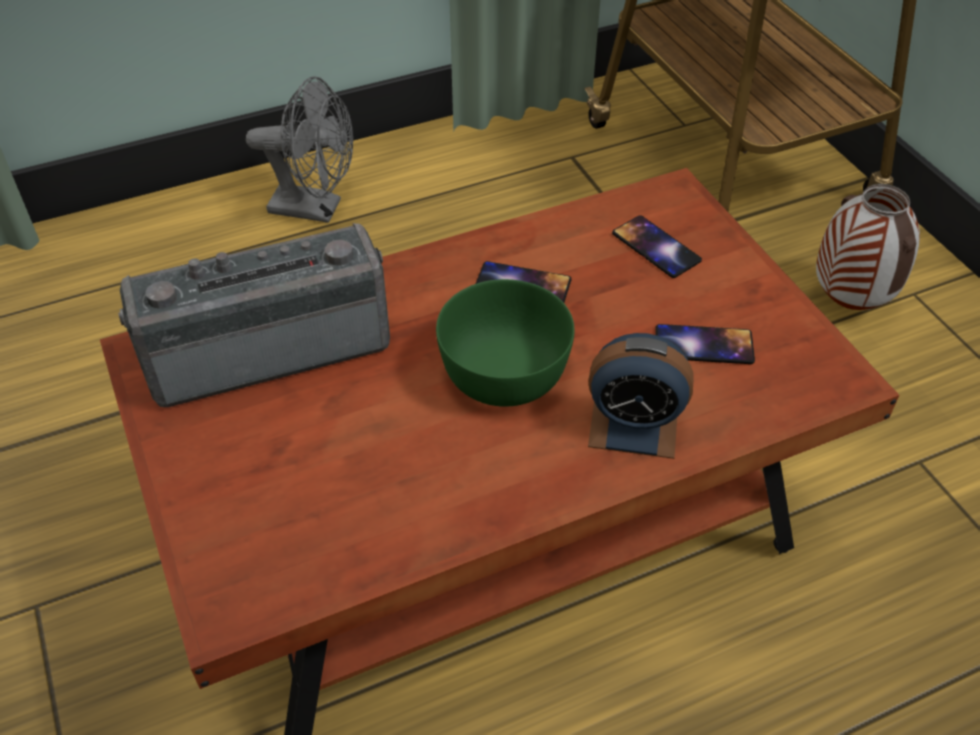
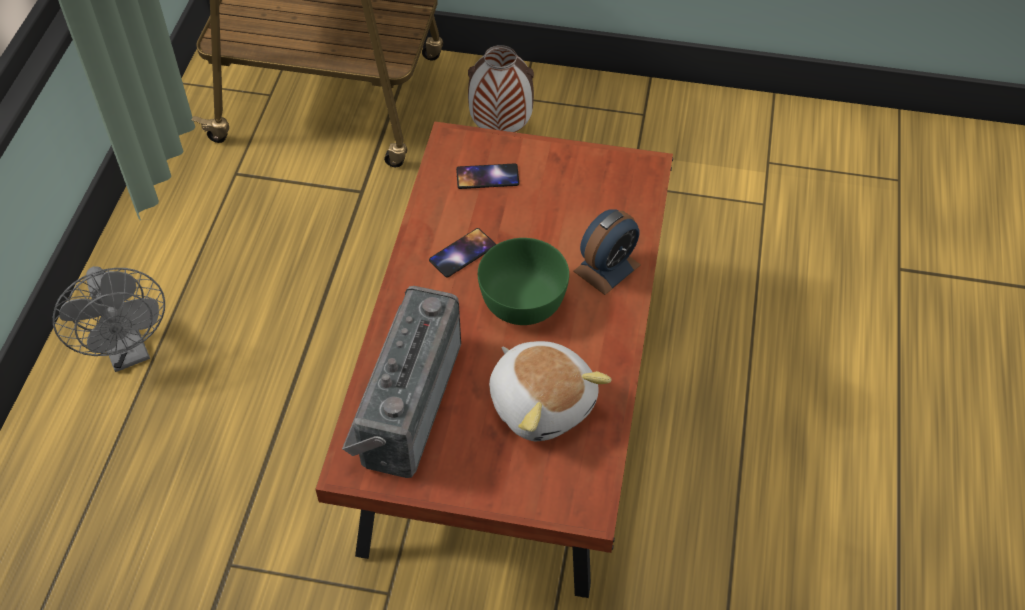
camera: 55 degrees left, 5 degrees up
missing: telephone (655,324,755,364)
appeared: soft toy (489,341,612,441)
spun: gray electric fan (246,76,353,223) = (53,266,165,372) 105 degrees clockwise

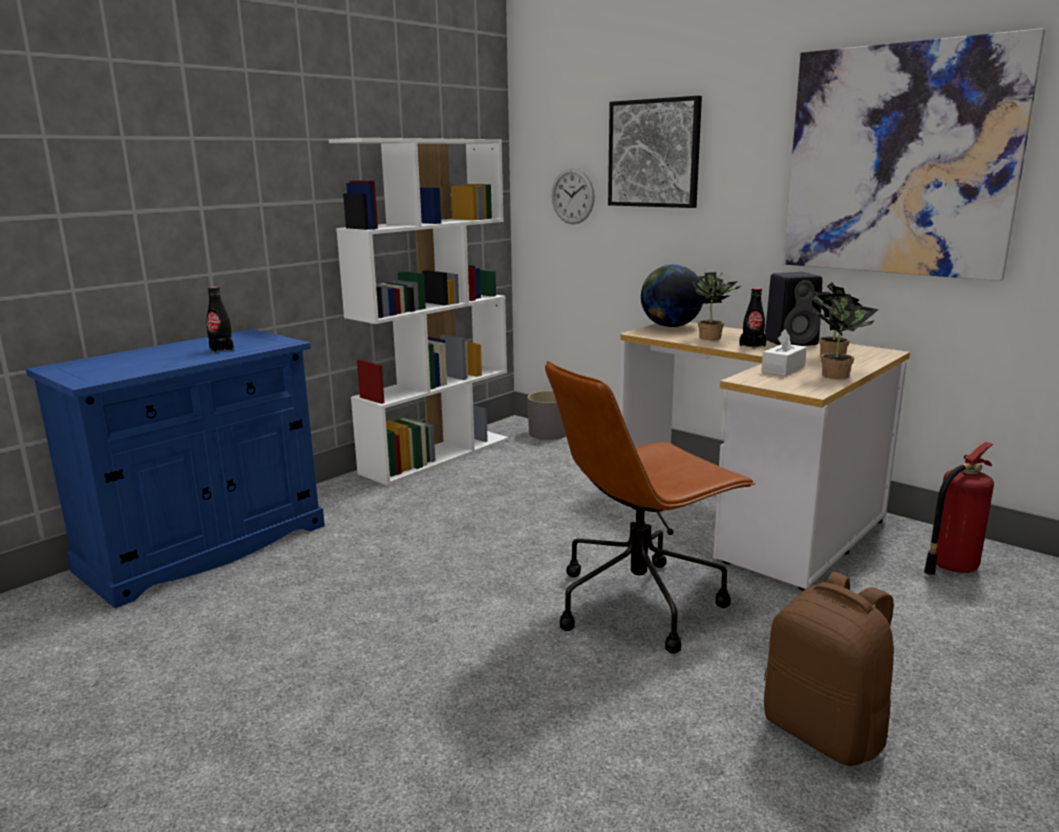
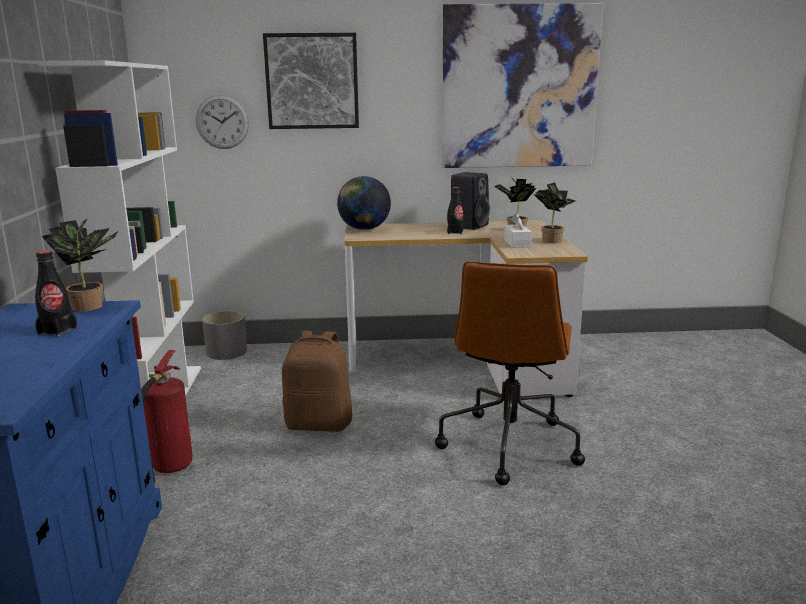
camera: 45 degrees left, 0 degrees up
relocated: houseplant (692,272,742,340) to (42,219,118,312); fire extinguisher (924,442,994,575) to (141,350,193,483); brown-coloured rucksack (764,572,894,766) to (282,331,352,432)

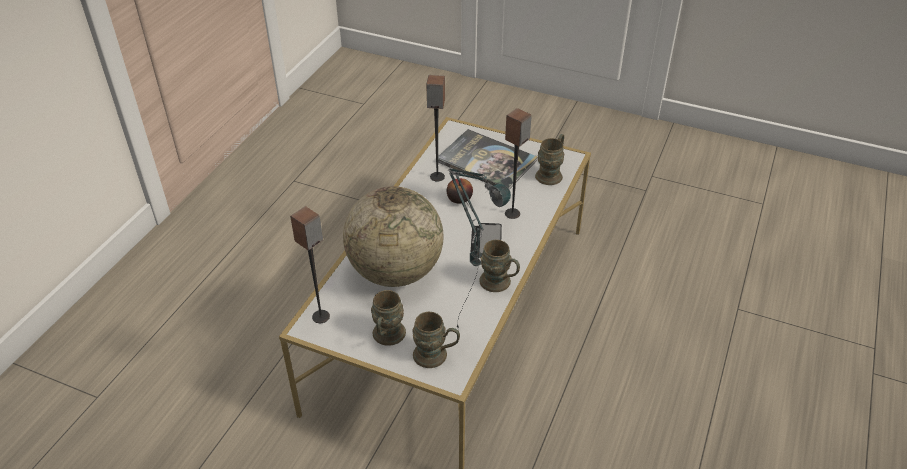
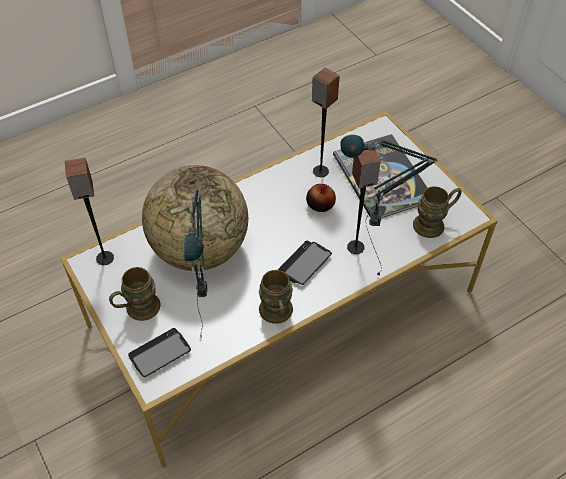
camera: 35 degrees right, 10 degrees up
appeared: tabletop lamp (340,135,438,276)
exchanged: brown-coloured coffee mug (412,312,460,368) to telephone (128,328,191,377)

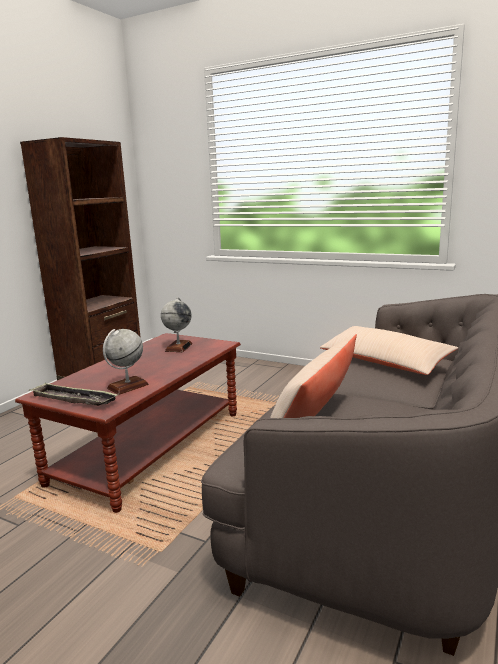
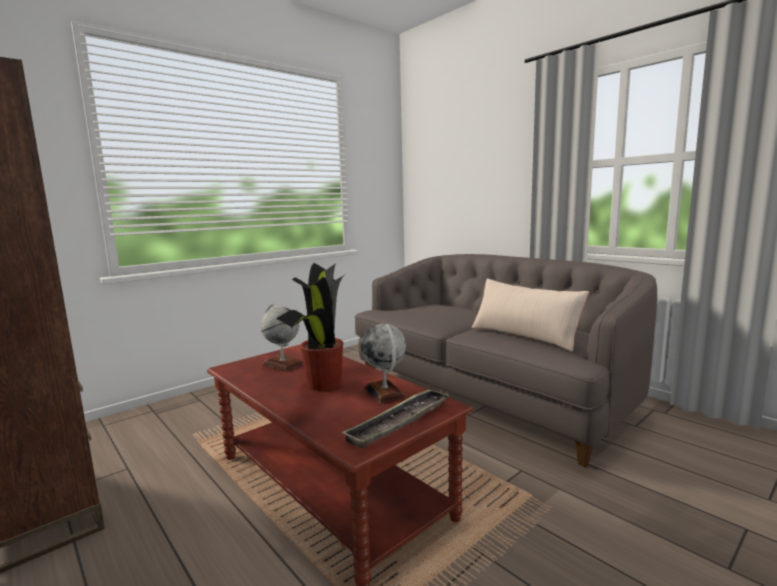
camera: 70 degrees left, 5 degrees down
missing: beige cushion (320,326,458,375)
appeared: houseplant (276,263,344,391)

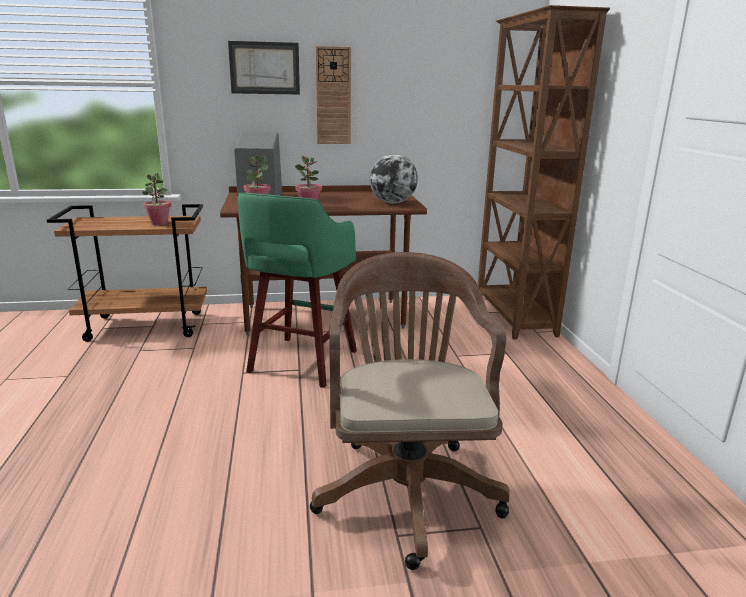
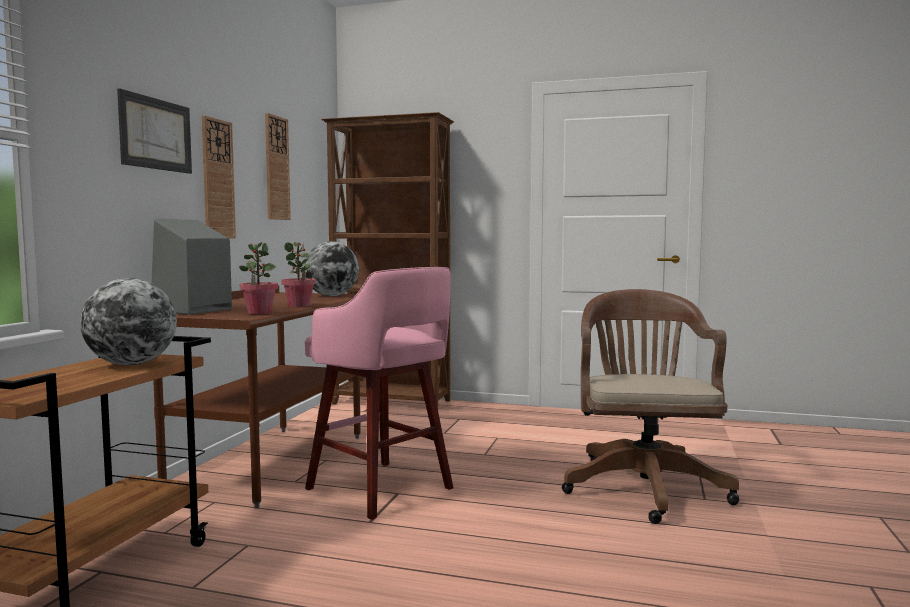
camera: 65 degrees left, 15 degrees down
appeared: wall clock (265,113,291,220)
exchanged: houseplant (142,173,171,225) to globe (80,278,177,365)
colour: green stool (238,193,357,388) to pinkish stool (305,267,453,520)
spun: brown-coloured office chair (310,252,510,570) = (562,289,739,524) 75 degrees clockwise

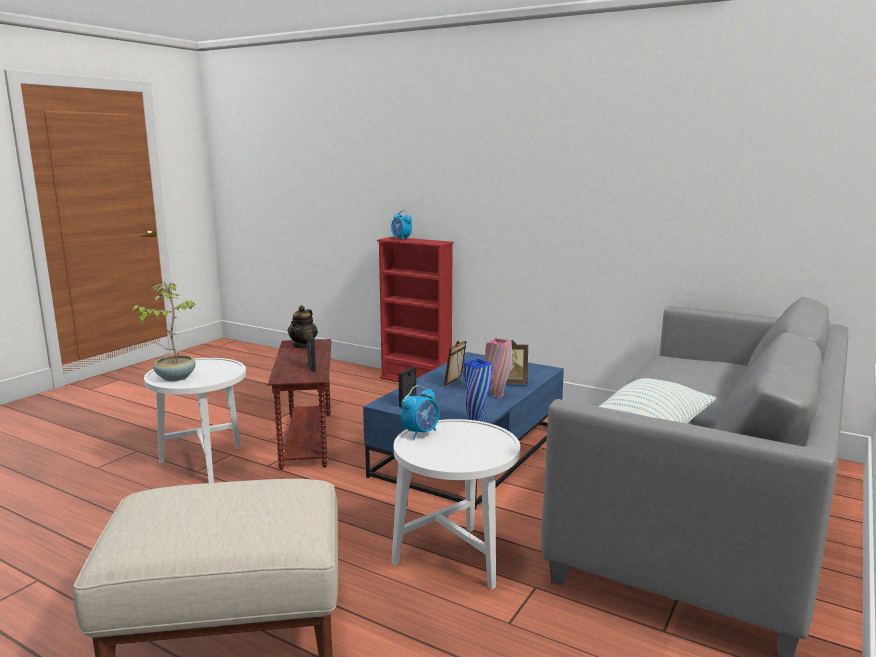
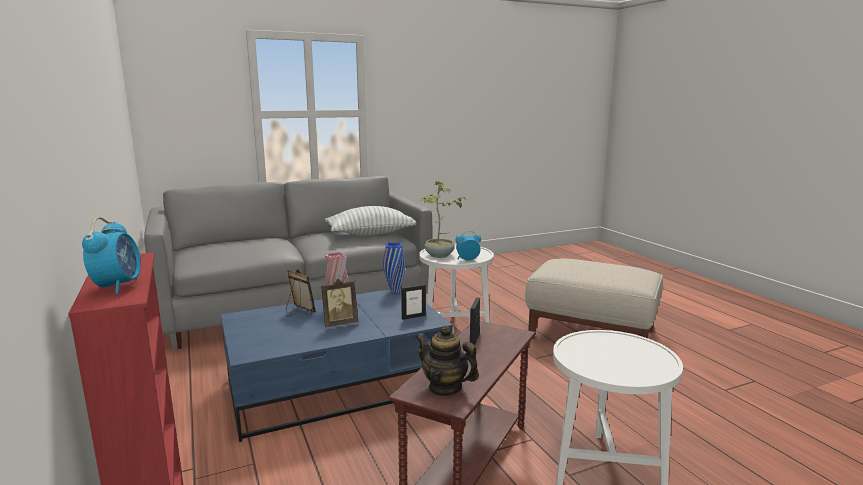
camera: 145 degrees left, 0 degrees up
relocated: houseplant (132,281,196,381) to (421,180,464,258)
spun: tea pot (288,305,318,349) = (415,325,479,397) 105 degrees counterclockwise

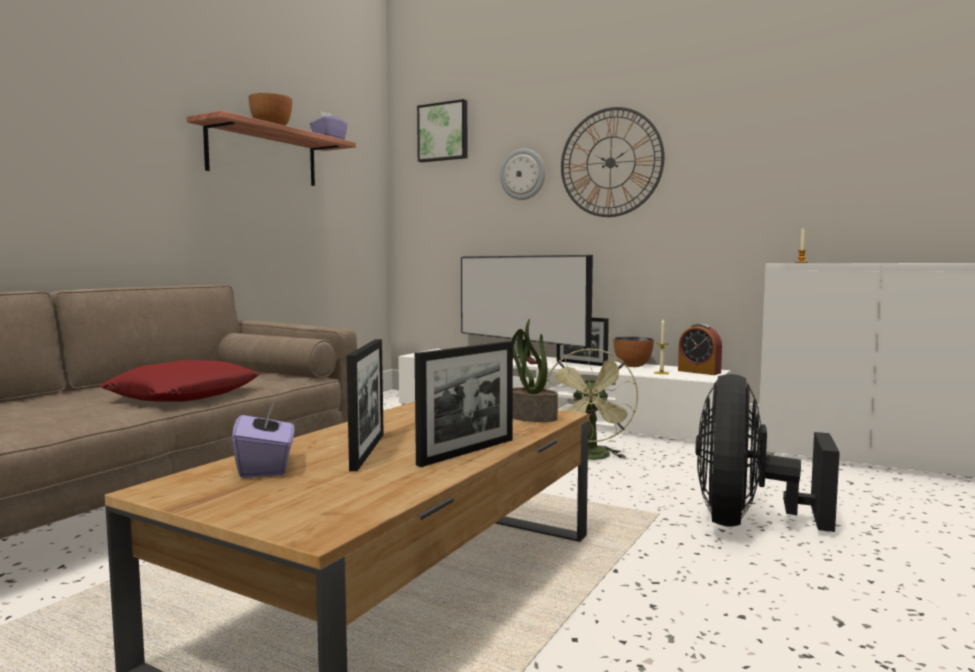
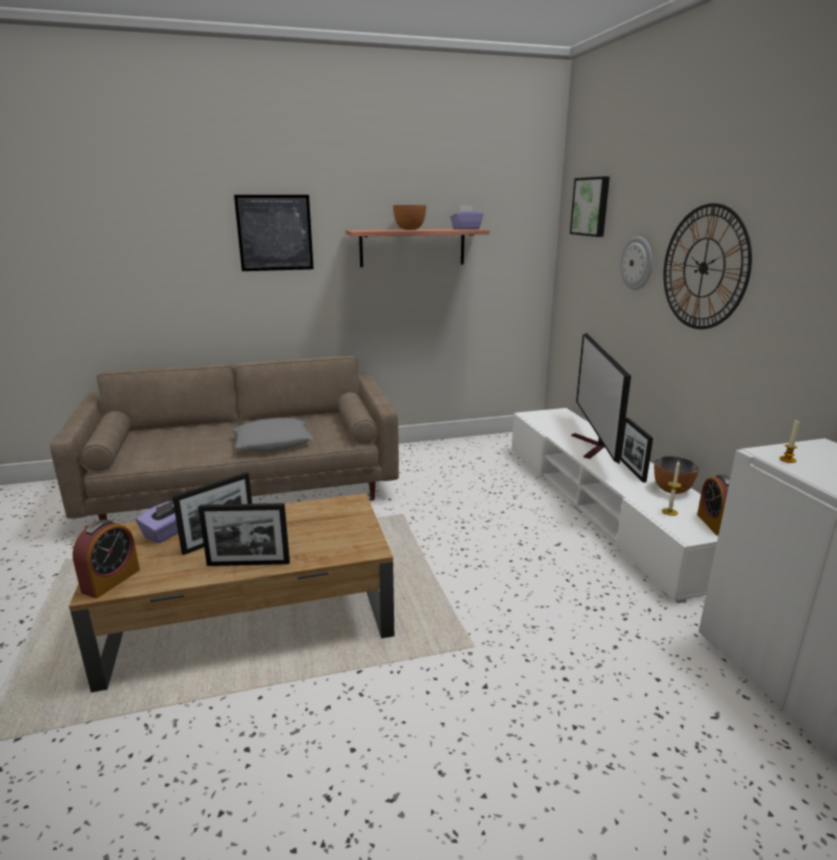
camera: 45 degrees right, 15 degrees up
missing: houseplant (511,318,558,422); green electric fan (545,348,638,460); black-coloured electric fan (696,374,840,532)
appeared: alarm clock (72,519,140,598); wall picture (234,195,314,271)
colour: reddish cushion (99,360,259,402) to gray cushion (232,418,313,451)

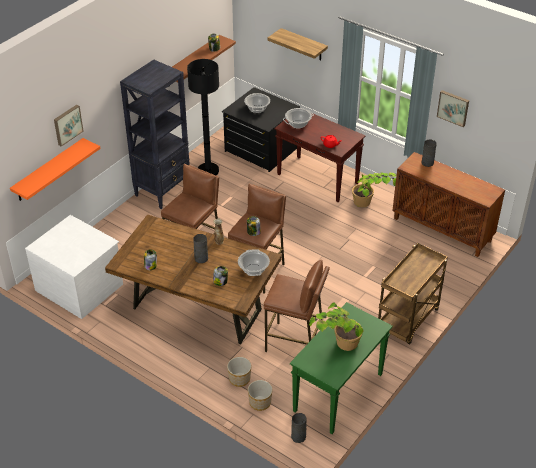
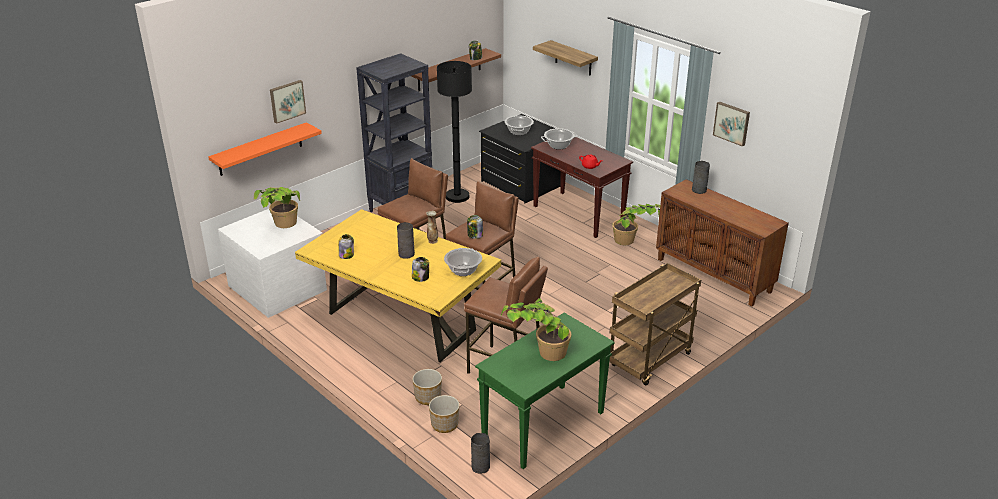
camera: 10 degrees right, 10 degrees down
appeared: houseplant (253,187,300,228)
colour: brown-coloured kitchen table (105,215,282,344) to yellowish kitchen table (295,209,501,362)

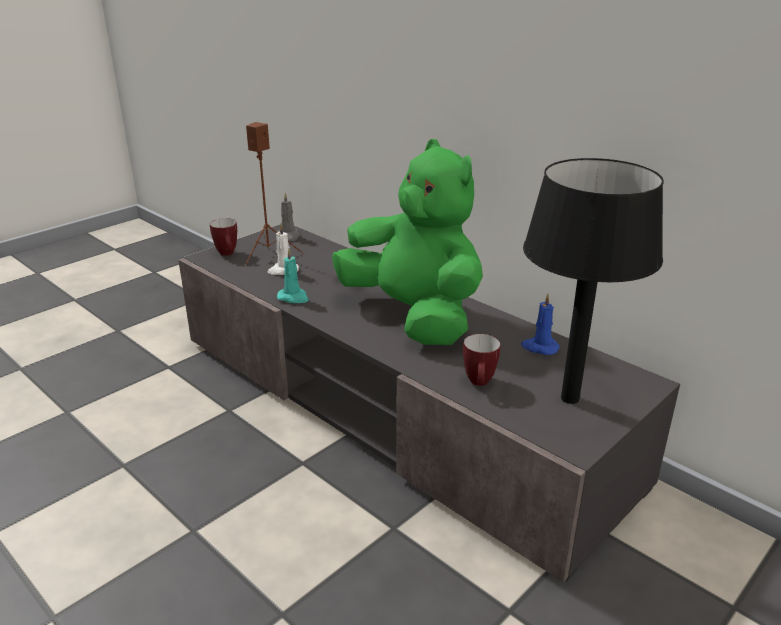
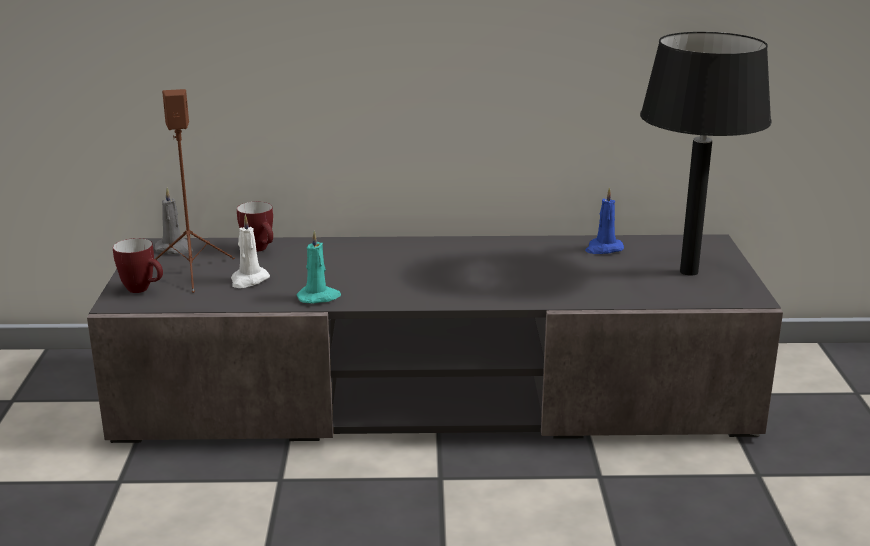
camera: 45 degrees left, 5 degrees down
missing: green soft toy (332,139,483,345)
relocated: coffee mug (463,334,500,386) to (237,202,273,252)

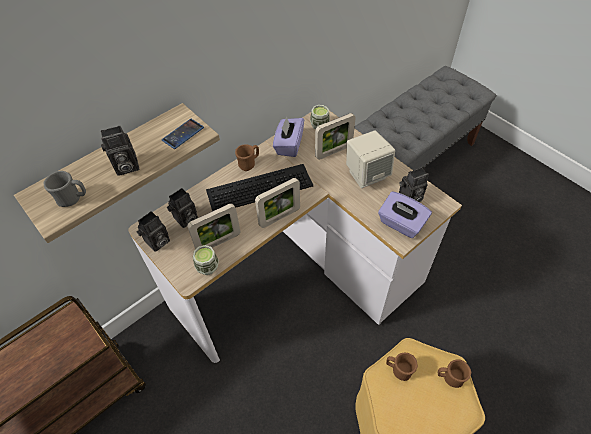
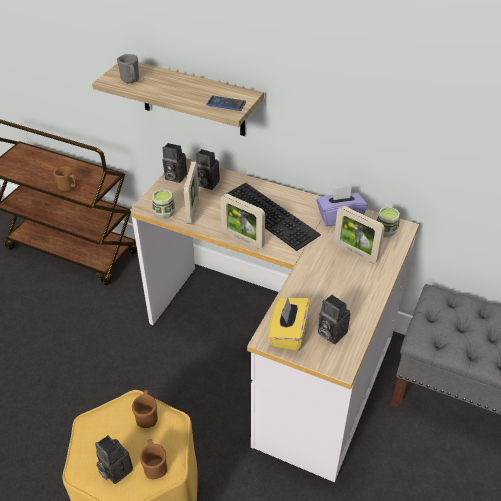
camera: 65 degrees right, 10 degrees down
missing: beige speaker (346,130,395,188)
relocated: brown-coloured coffee mug (235,144,259,171) to (54,166,77,191); photo camera (101,126,139,176) to (95,435,133,484)
colour: purple box of tissues (378,191,432,238) to yellowish box of tissues (268,297,310,351)
spun: picture frame (187,203,240,249) = (184,161,199,224) 120 degrees counterclockwise

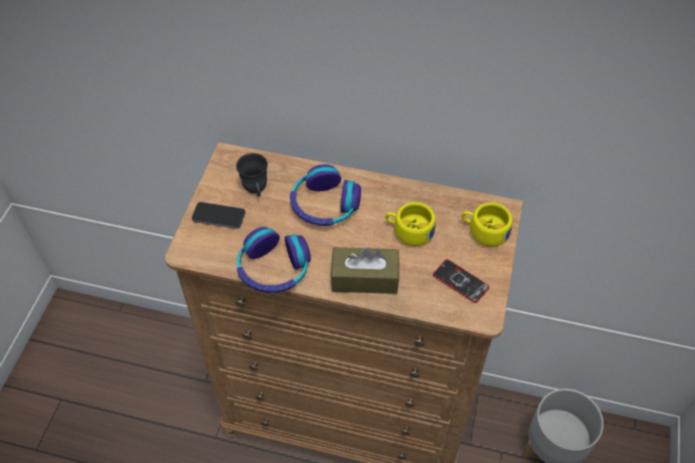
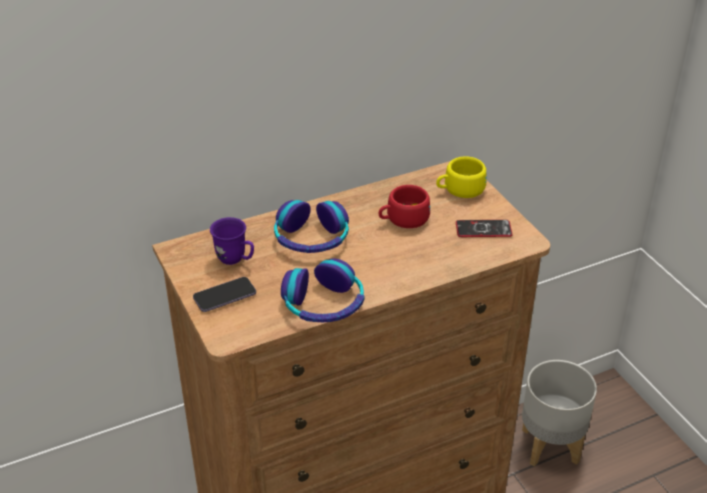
camera: 40 degrees left, 15 degrees down
missing: brown-coloured box of tissues (331,247,399,294)
colour: gray coffee mug (236,153,268,197) to purple coffee mug (210,217,254,265); yellowish small cup (385,202,436,246) to reddish small cup (379,185,430,228)

